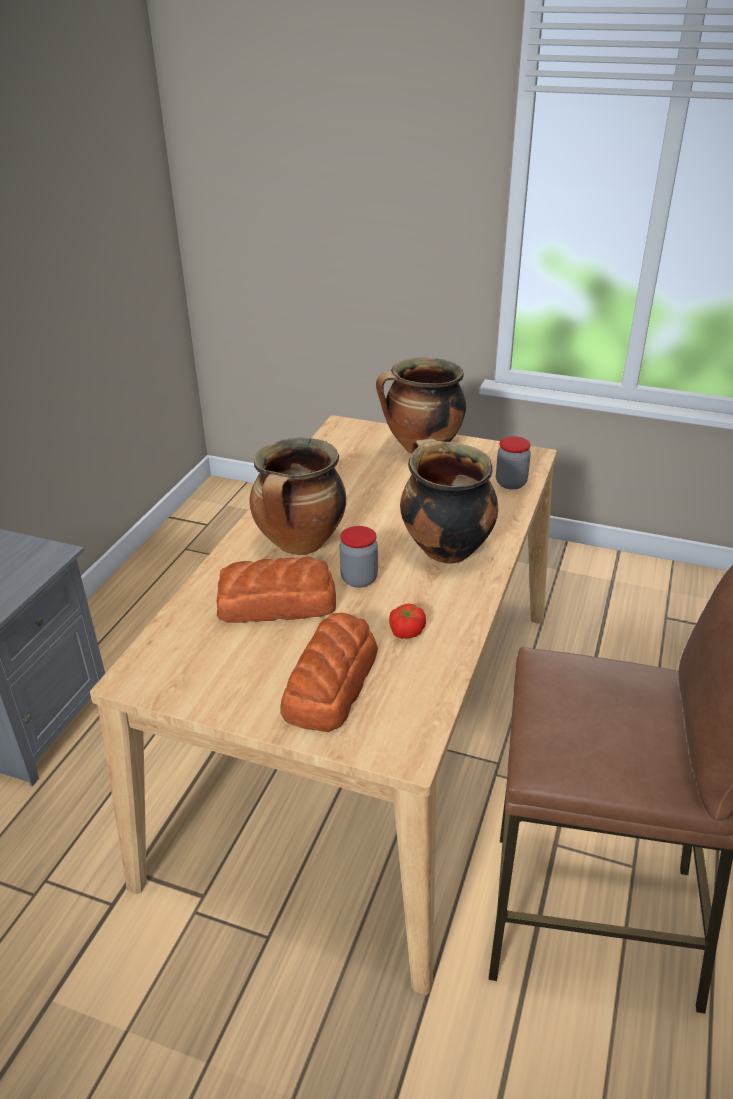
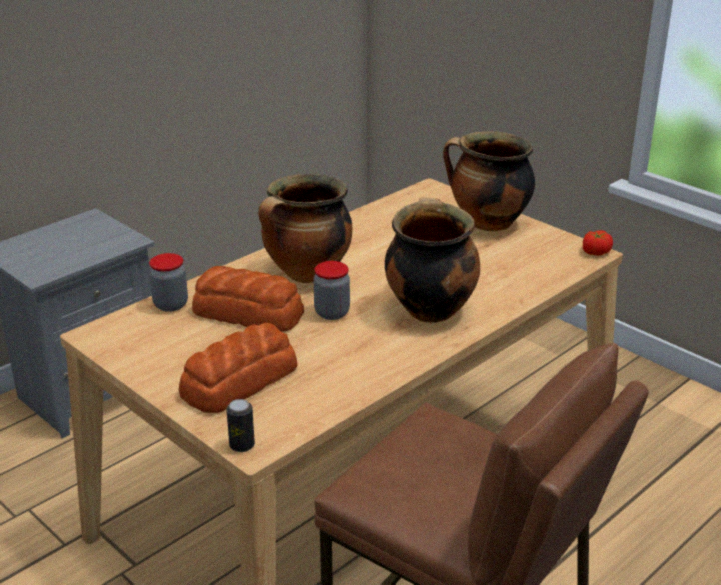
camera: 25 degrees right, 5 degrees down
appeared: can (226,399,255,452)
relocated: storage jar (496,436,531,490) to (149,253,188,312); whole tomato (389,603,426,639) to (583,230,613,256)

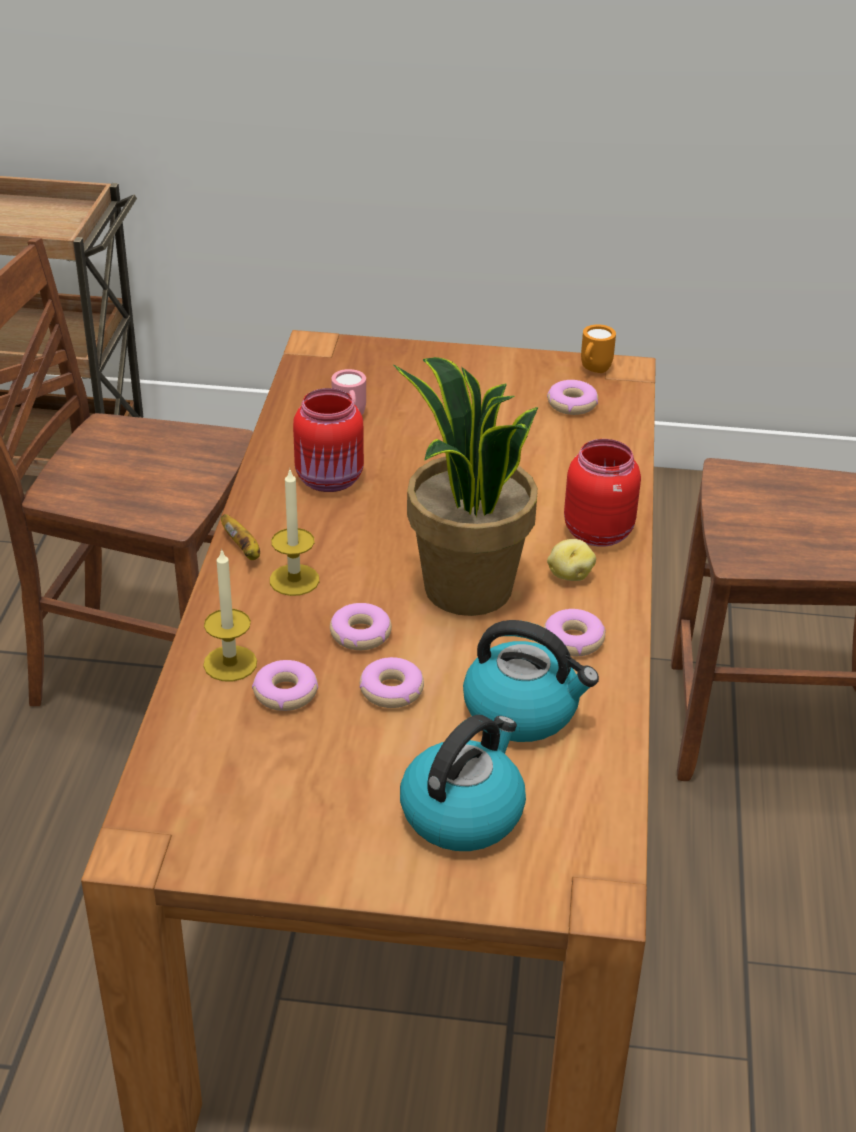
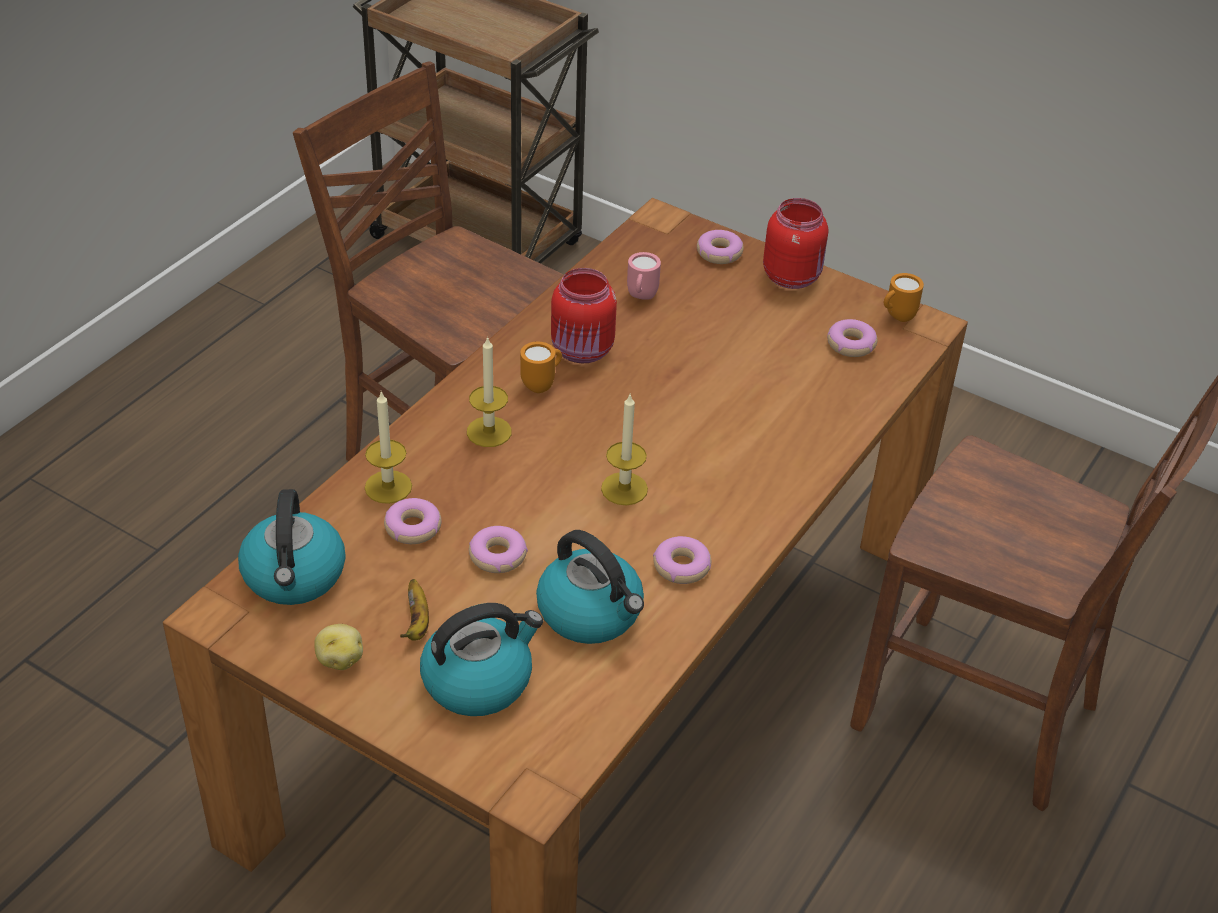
camera: 25 degrees right, 5 degrees up
appeared: kettle (238,489,346,605); orangey coffee mug (520,342,562,393)
relocated: potato (547,539,596,581) to (314,624,363,670); banana fruit (221,514,260,560) to (400,579,429,641); donut (330,603,392,650) to (697,230,744,264); reddish storage jar (564,439,641,547) to (763,198,829,289)
exchanged: houseplant (393,357,538,616) to wax light (601,395,648,505)

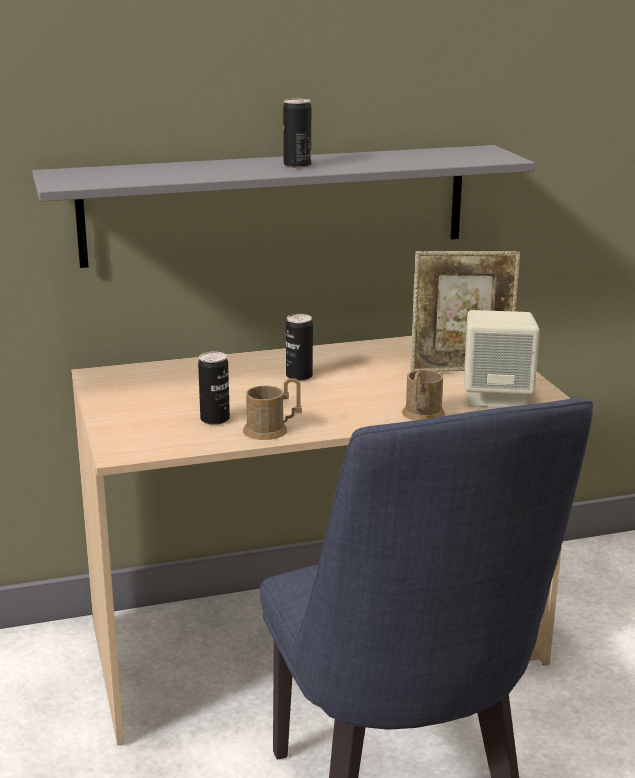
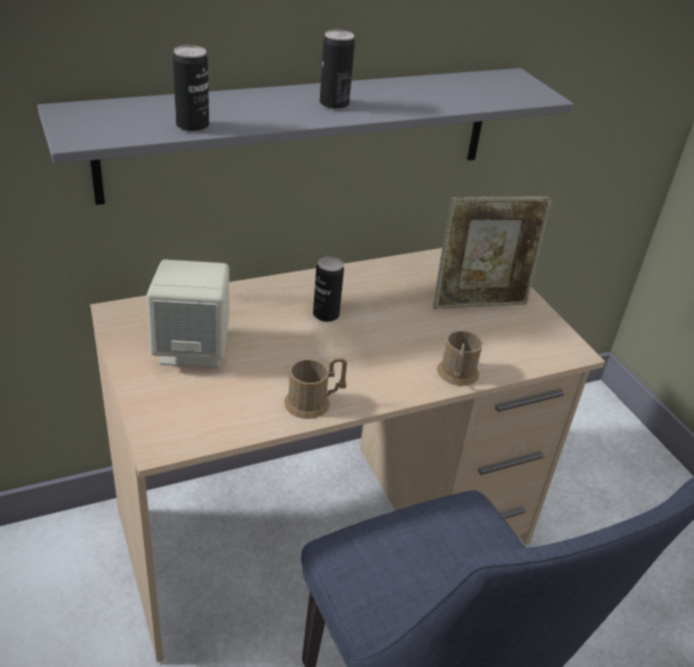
camera: 10 degrees left, 15 degrees up
relocated: beige speaker (464,310,540,408) to (147,260,229,368); can (198,351,230,425) to (173,45,209,132)

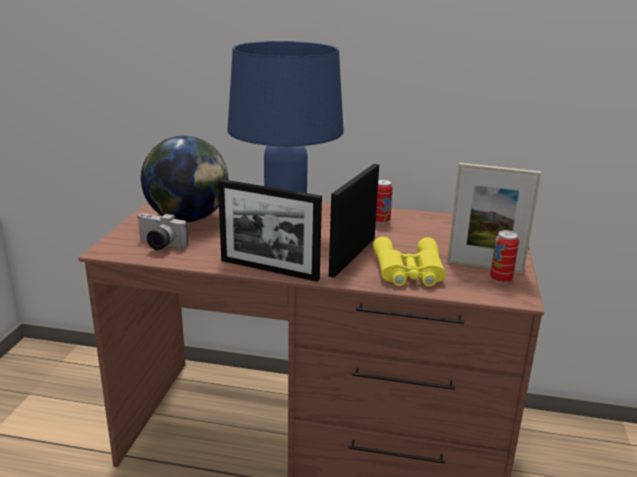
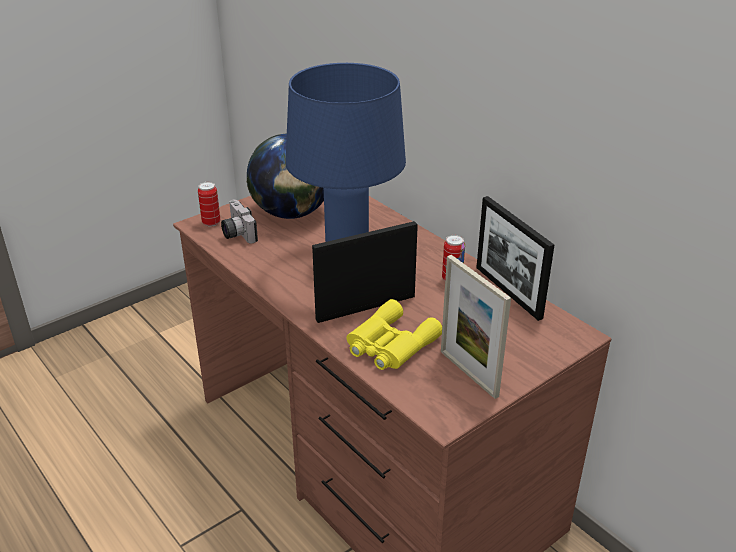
camera: 40 degrees right, 10 degrees up
relocated: can (490,230,519,284) to (198,182,220,227); picture frame (218,179,322,282) to (476,196,554,321)

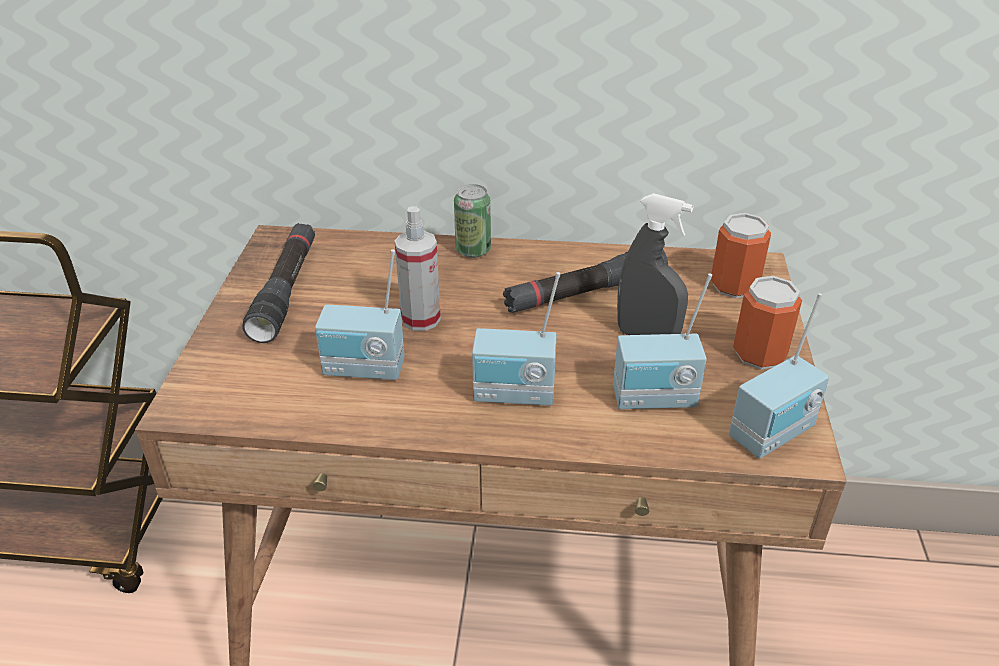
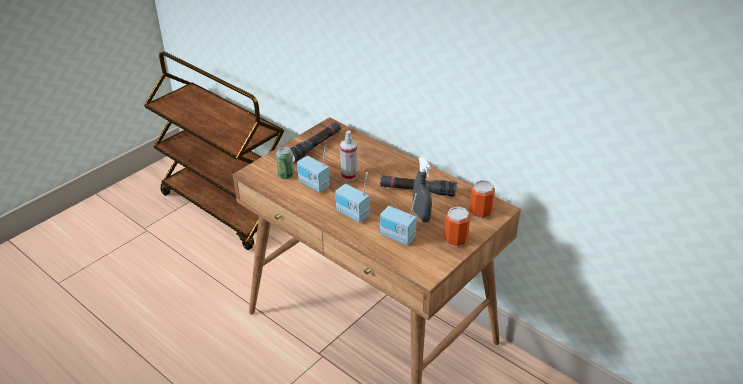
camera: 35 degrees right, 0 degrees up
missing: radio set (729,293,829,459)
relocated: can (454,184,491,258) to (276,146,294,179)

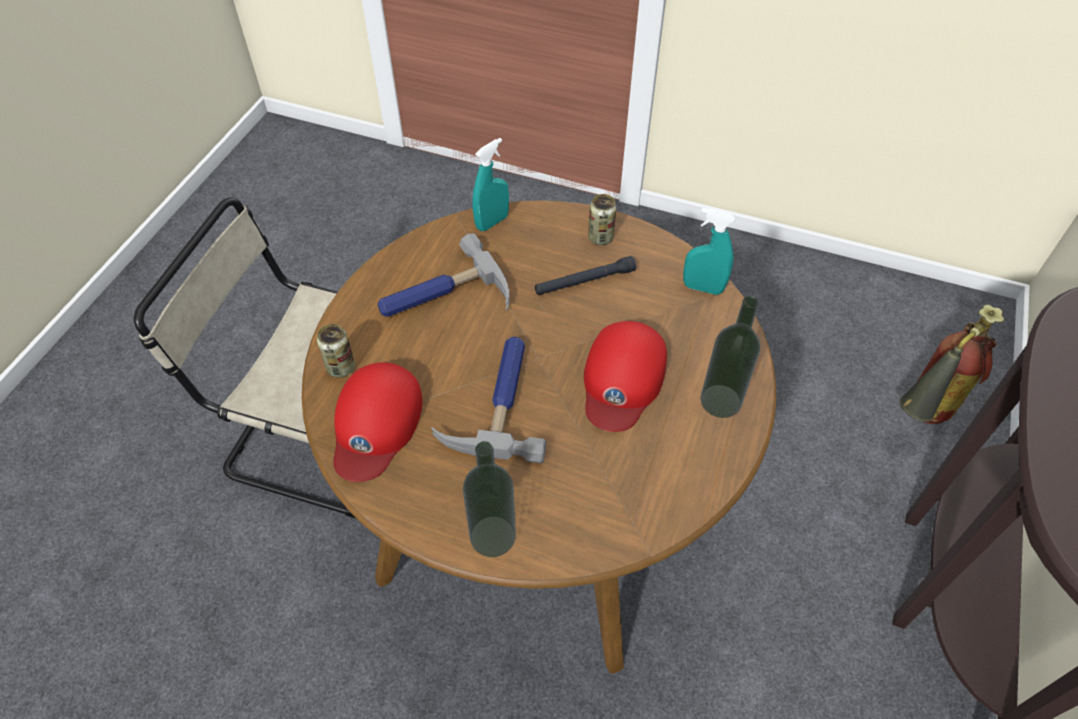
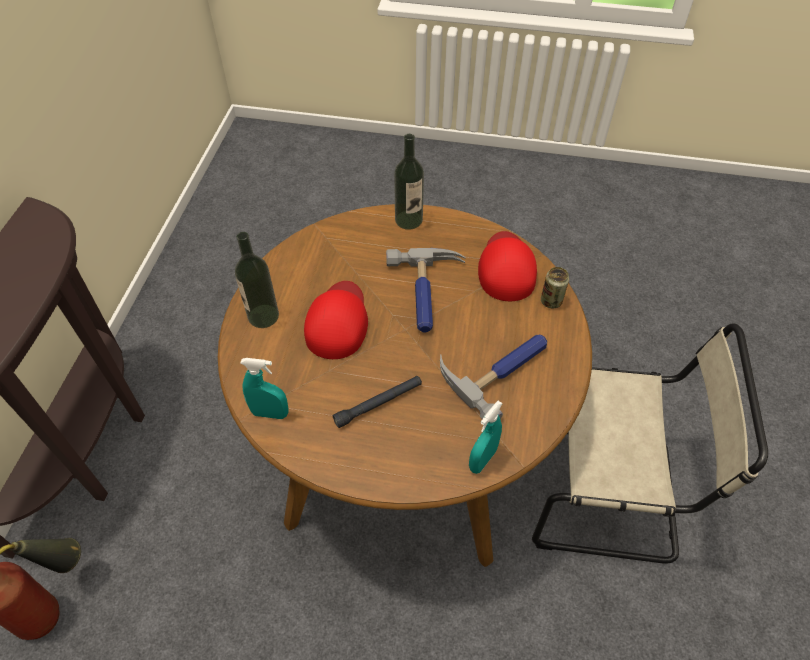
camera: 170 degrees right, 0 degrees up
missing: can (588,194,617,245)

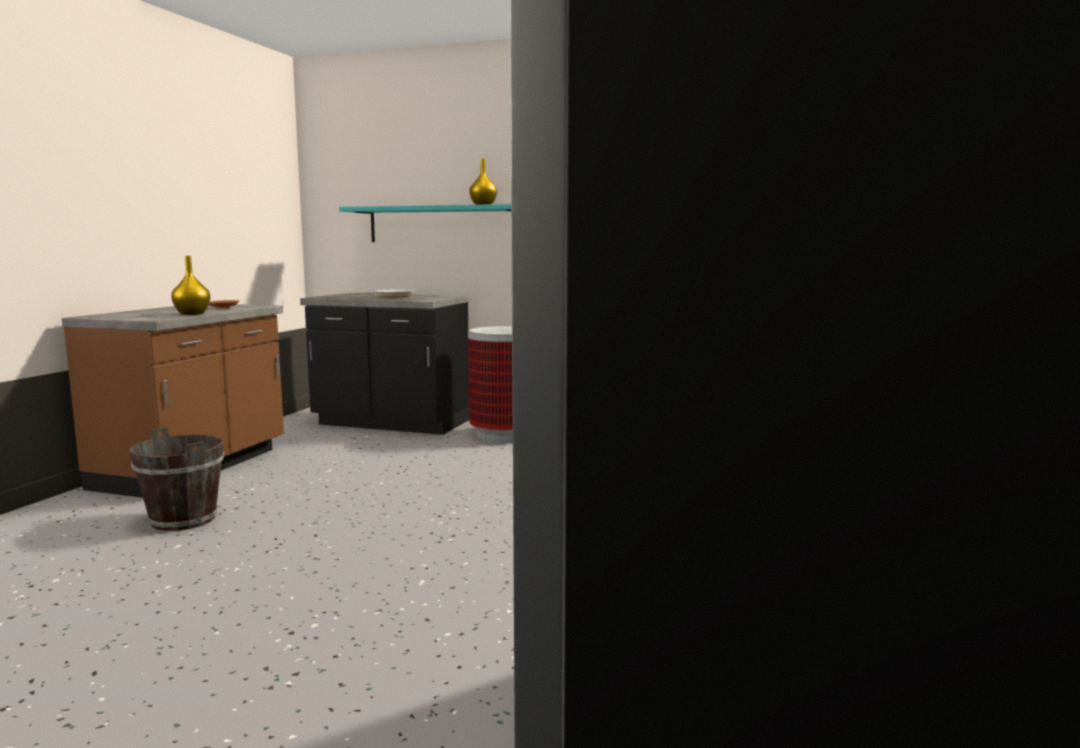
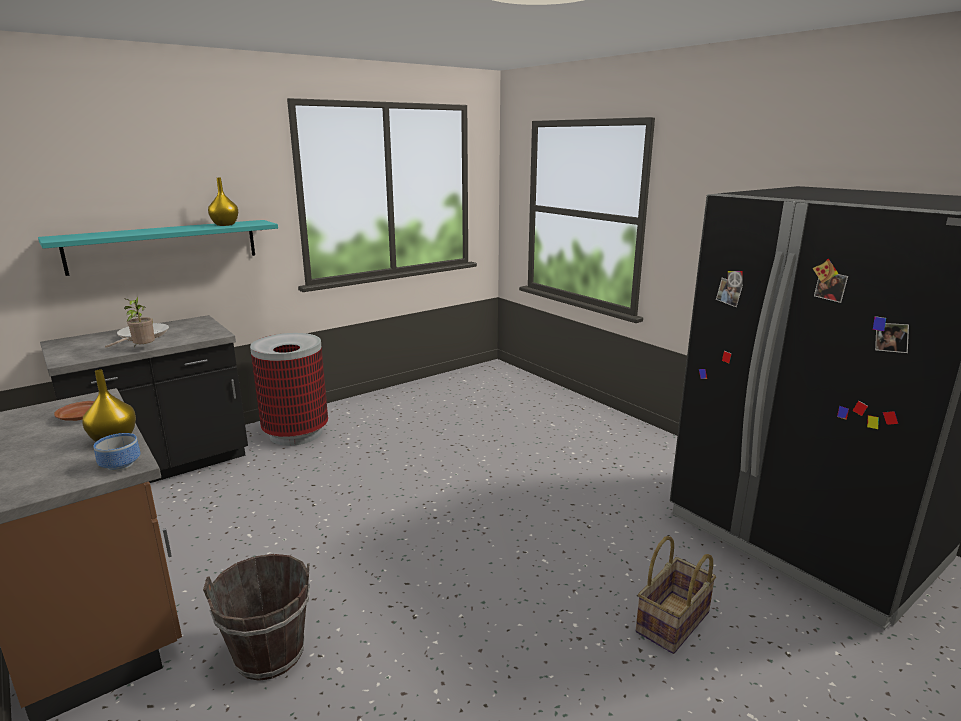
camera: 55 degrees left, 10 degrees up
appeared: deep dish (93,433,140,471); houseplant (124,296,155,347); storage basket (635,536,716,654)

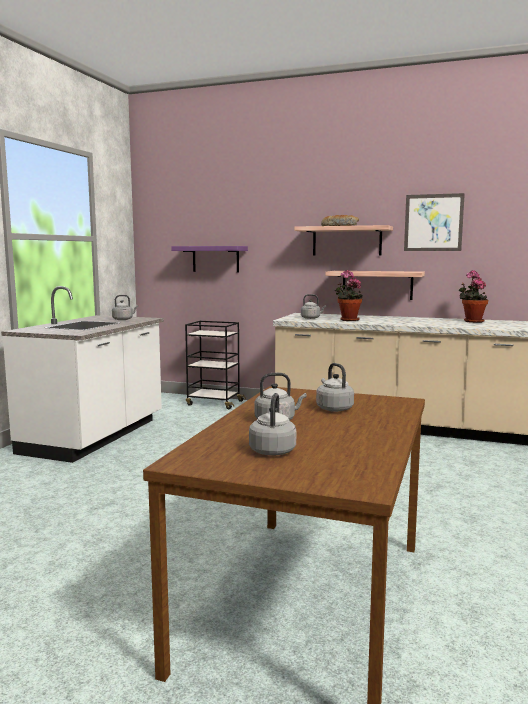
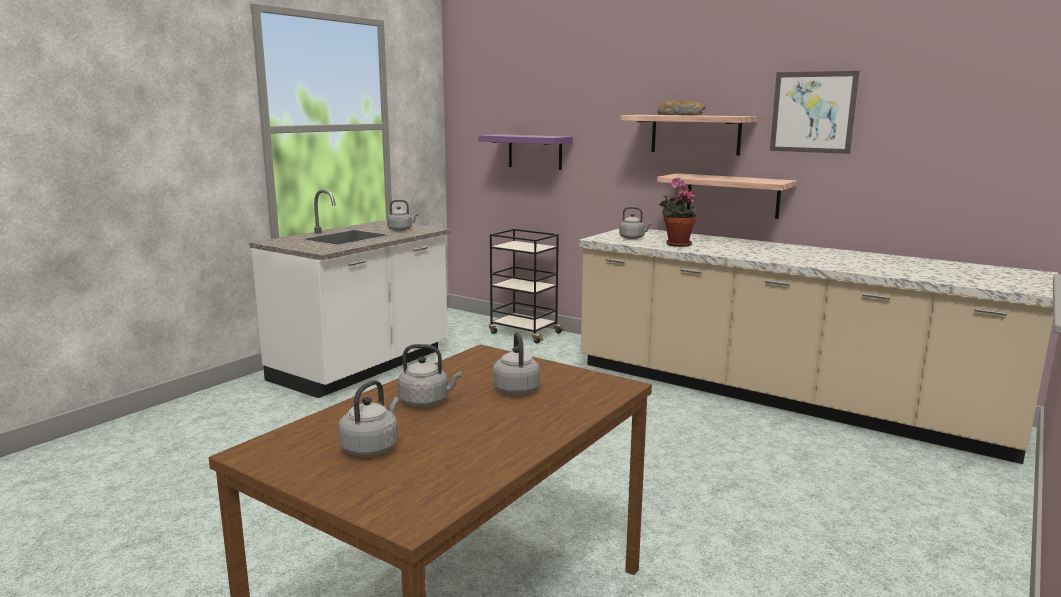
camera: 15 degrees right, 5 degrees up
missing: houseplant (459,270,488,323)

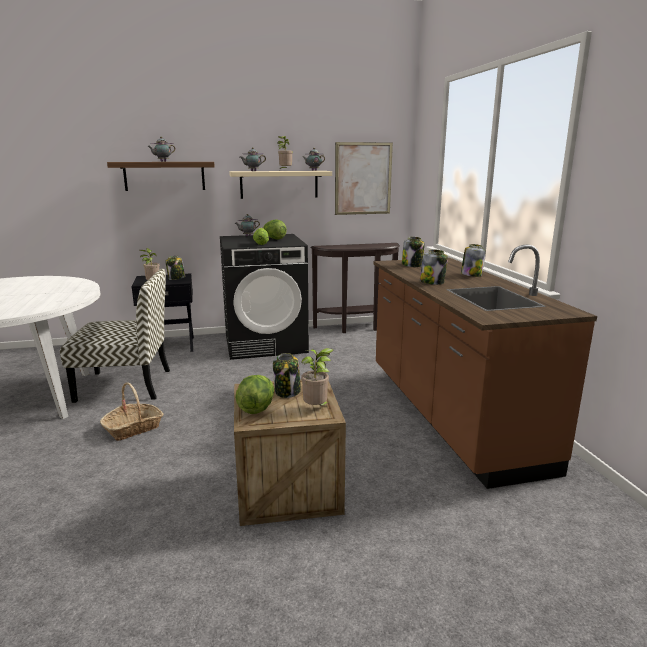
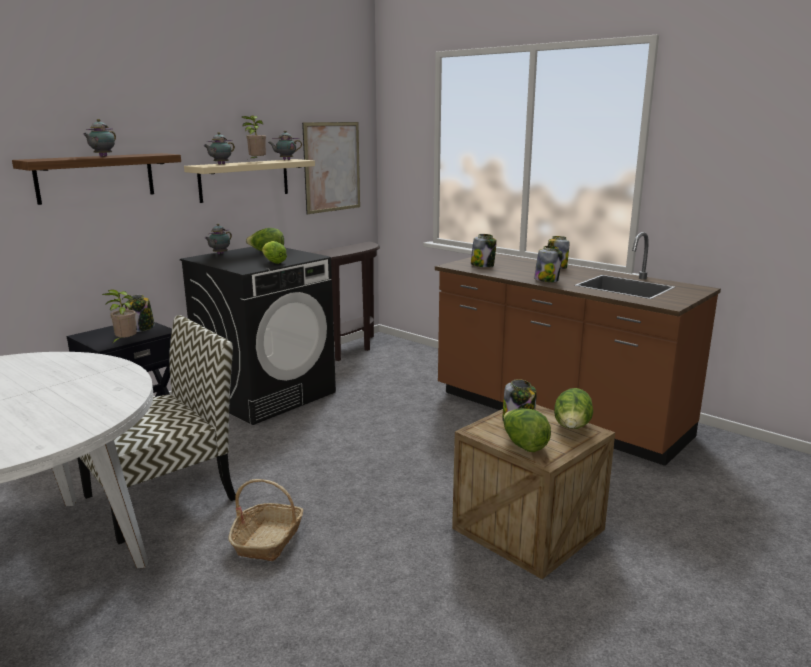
camera: 35 degrees left, 0 degrees up
exchanged: houseplant (301,348,333,406) to head of lettuce (554,388,593,429)

